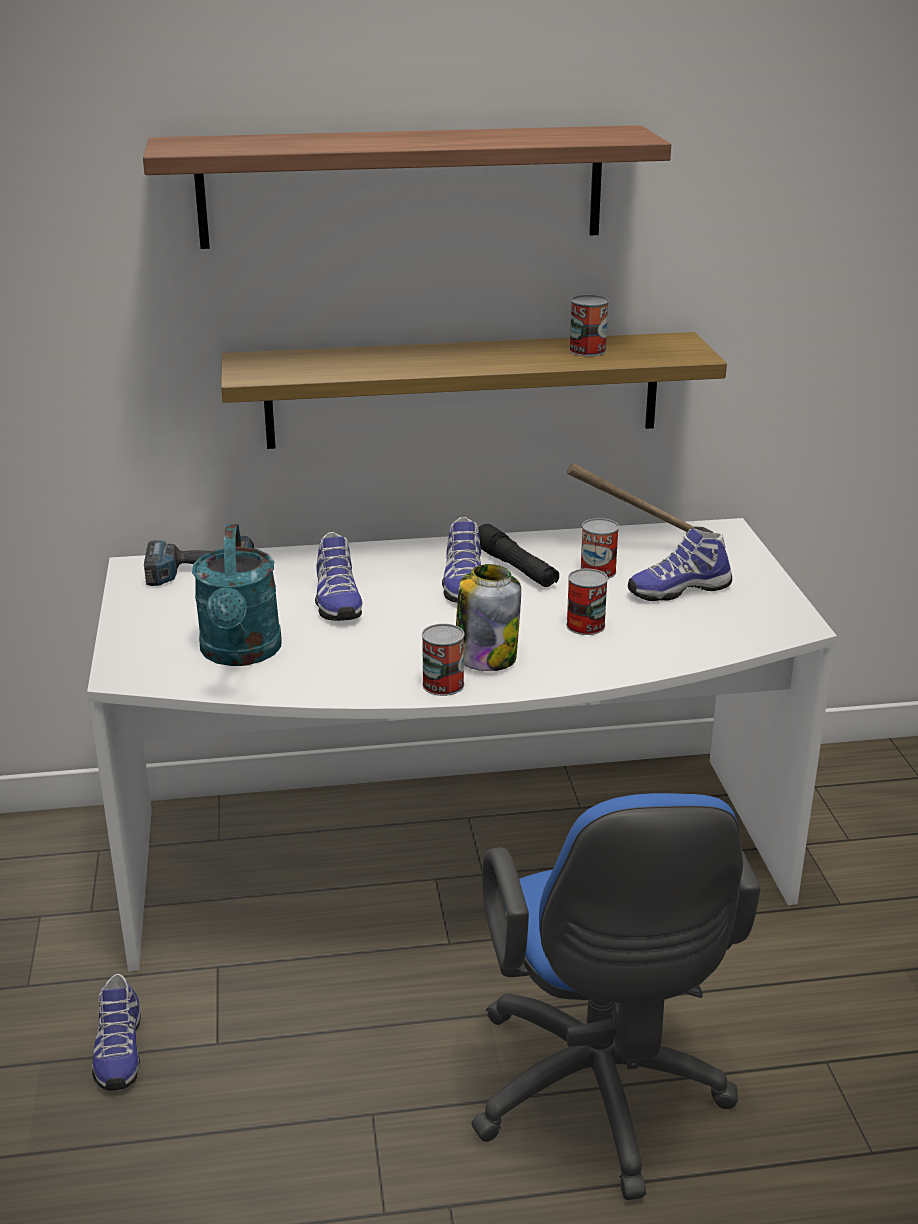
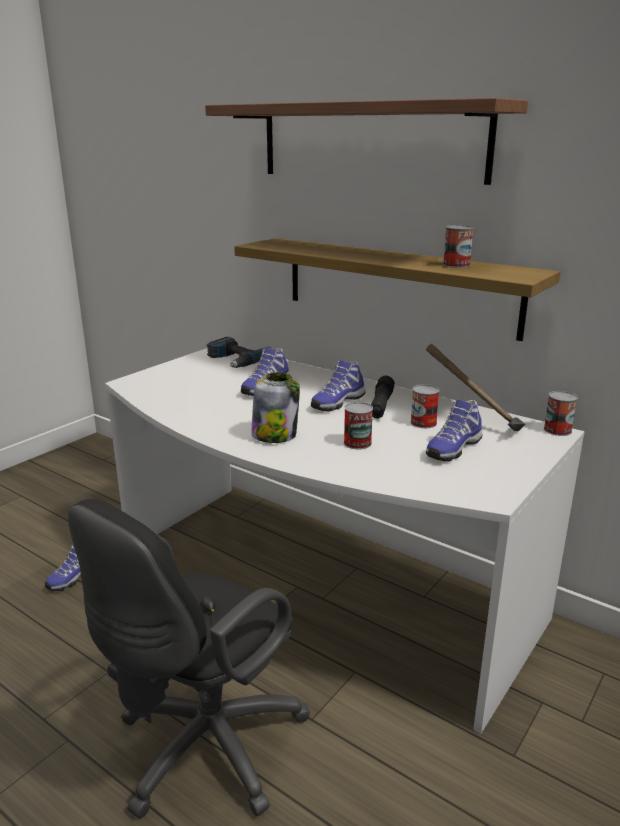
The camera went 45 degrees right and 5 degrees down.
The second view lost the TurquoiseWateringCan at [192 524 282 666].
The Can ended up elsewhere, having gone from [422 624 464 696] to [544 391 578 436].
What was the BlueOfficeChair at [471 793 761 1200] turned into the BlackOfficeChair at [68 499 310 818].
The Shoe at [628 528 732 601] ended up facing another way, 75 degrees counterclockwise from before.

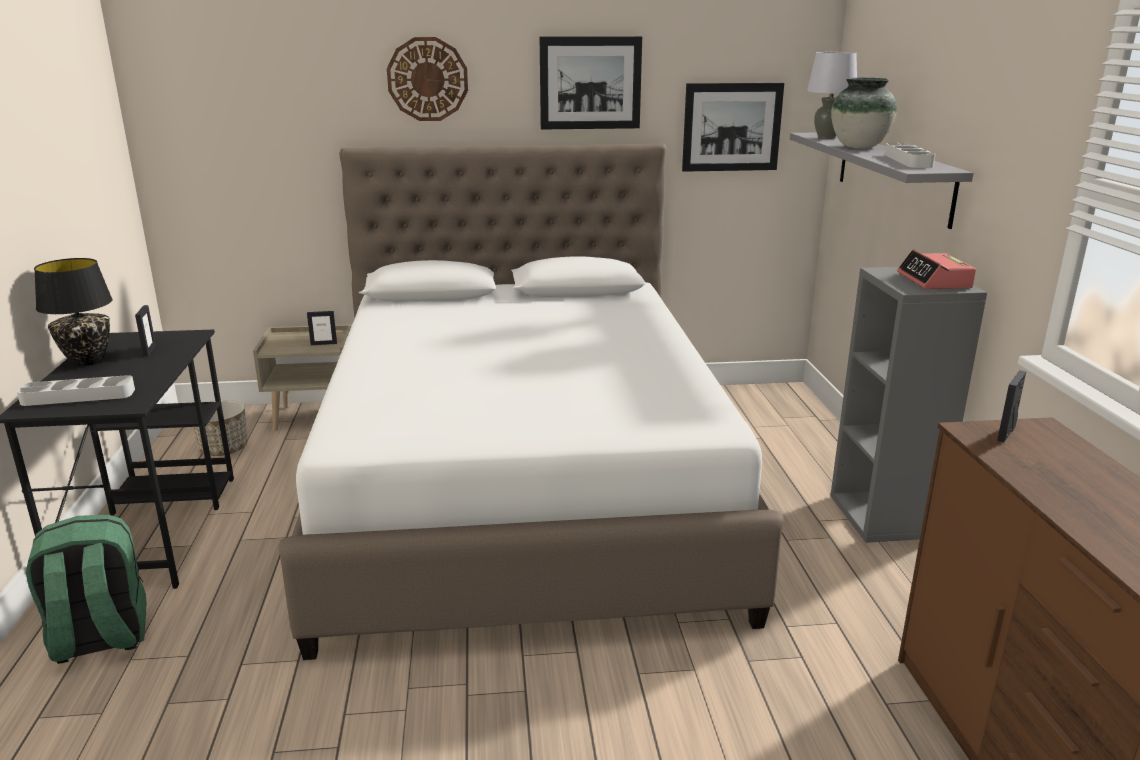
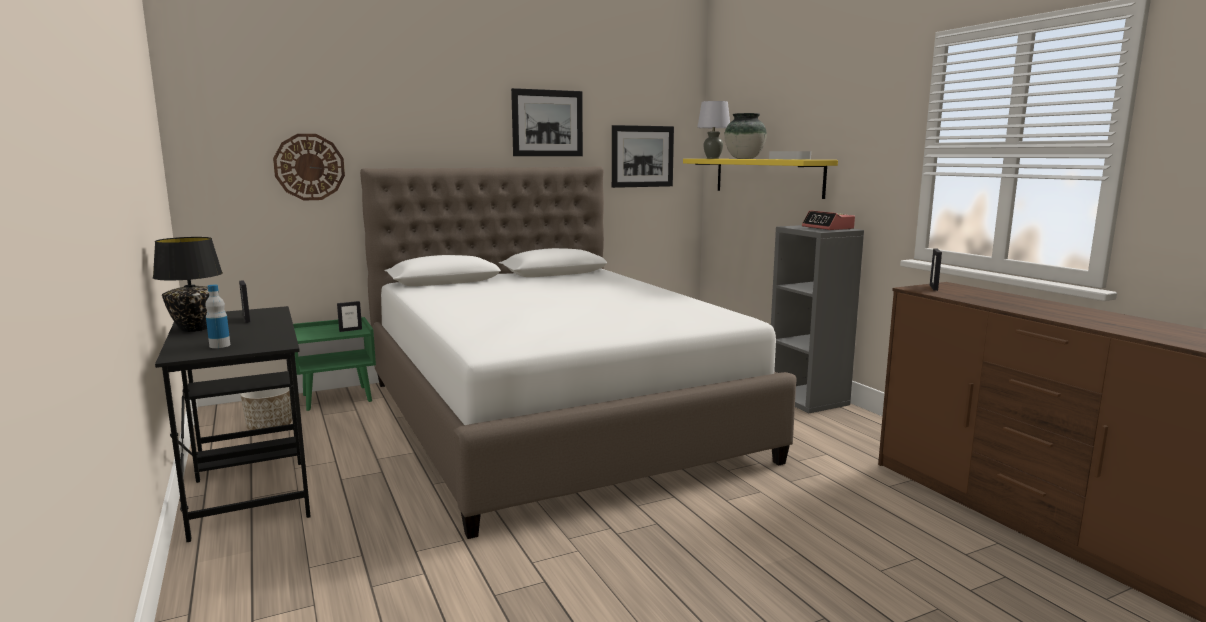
The camera went 20 degrees left and 10 degrees down.
The second view lost the GreenBackpack at [26 515 147 664].
The WallClock ended up elsewhere, having gone from [387 37 468 121] to [273 134 345 201].
Where the GreyTray stood at [17 375 135 406], the Bottle came to stand at [205 285 230 348].
What was the BeigeNightstand at [253 324 352 431] turned into the GreenNightstand at [293 317 376 411].
What was the GreyShelf at [790 133 974 229] turned into the YellowShelf at [683 159 838 199].

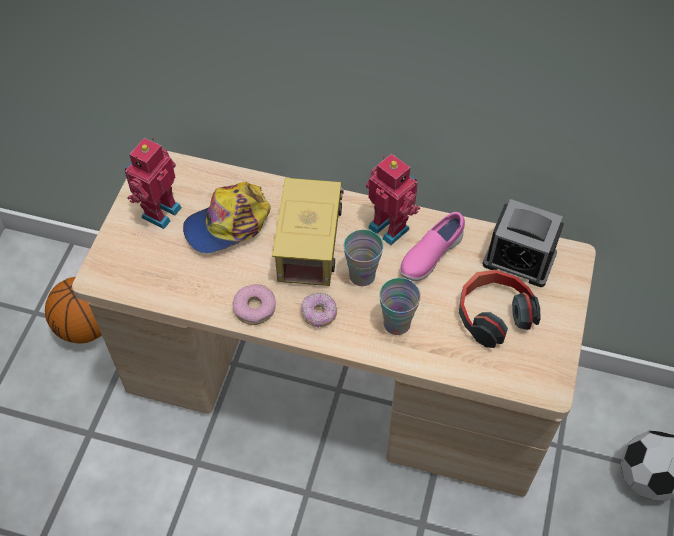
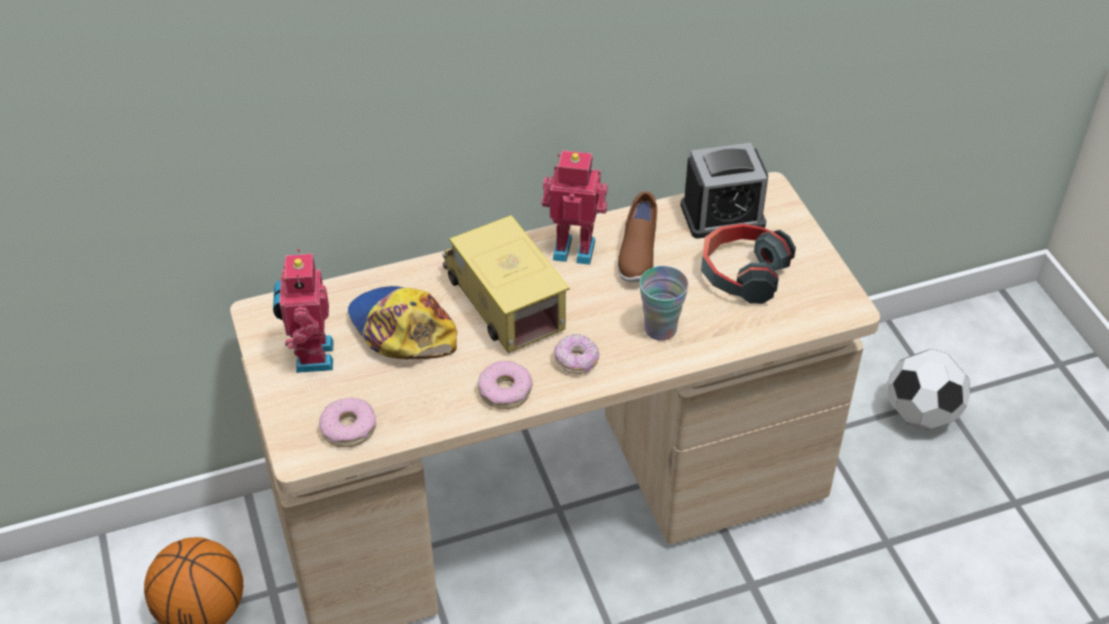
The camera went 35 degrees left and 10 degrees down.
The second view lost the Cup at [344 230 383 286].
The second view gained the Donut at [319 398 376 447].
What was the PinkShoe at [400 212 465 281] turned into the BrownShoe at [618 191 657 282].
The Cap at [183 182 270 253] ended up facing another way, 120 degrees clockwise from before.

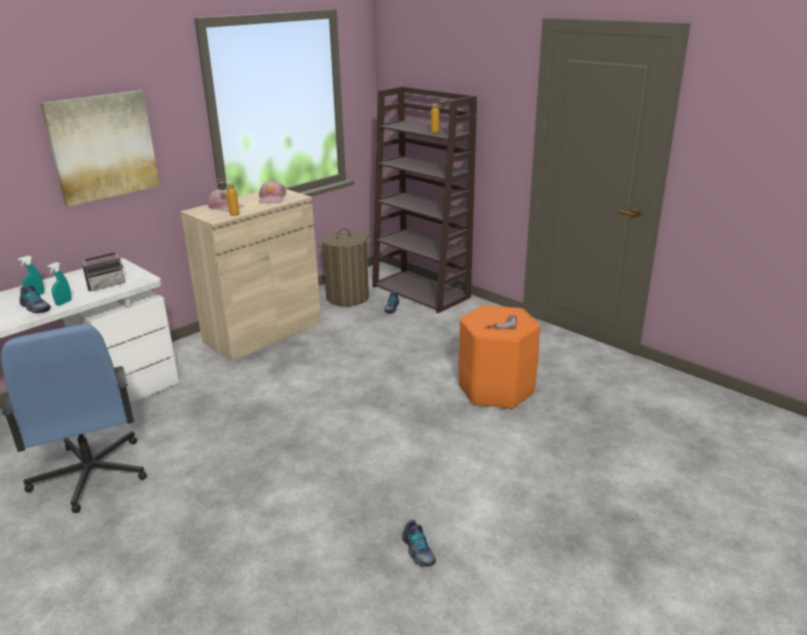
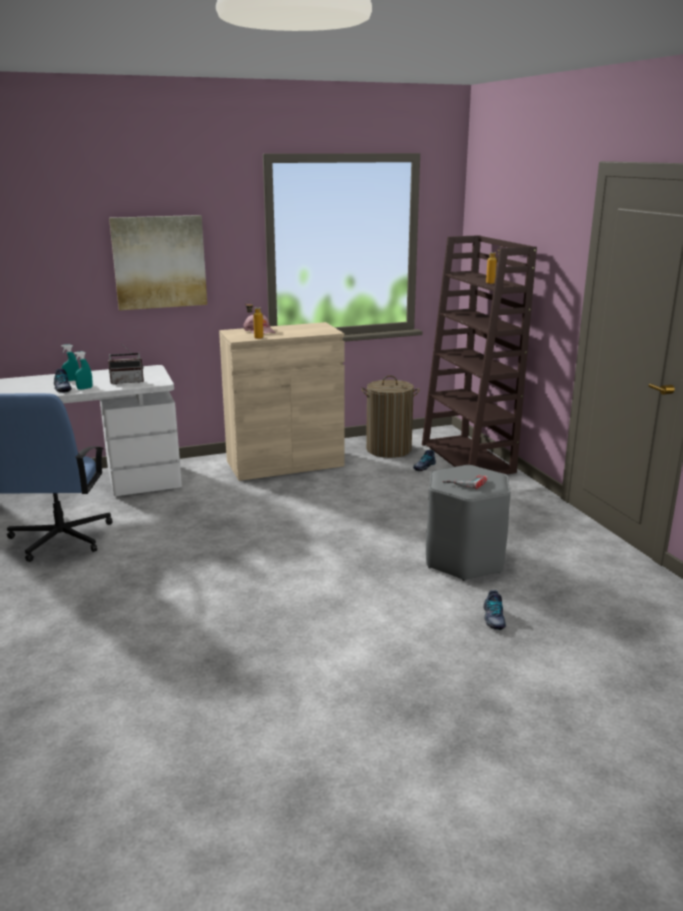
The camera went 25 degrees right and 5 degrees down.
The second view lost the PinkCap at [259 180 286 203].
The Shoe ended up elsewhere, having gone from [402 520 436 567] to [483 590 506 630].
What was the OrangeStool at [458 305 540 410] turned into the GreyStool at [426 465 511 581].

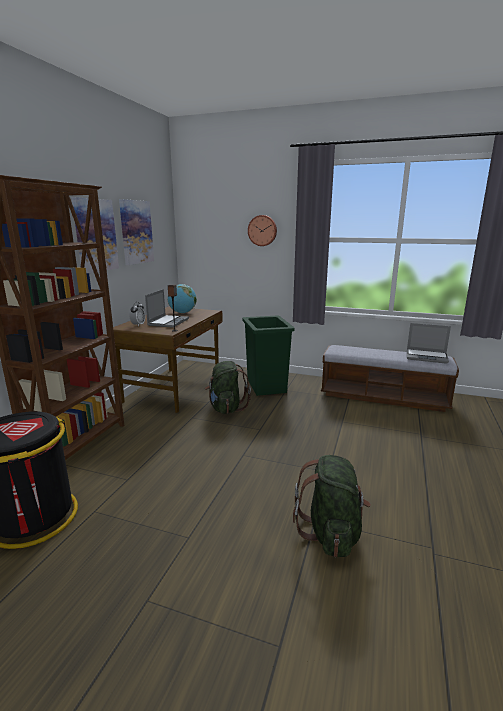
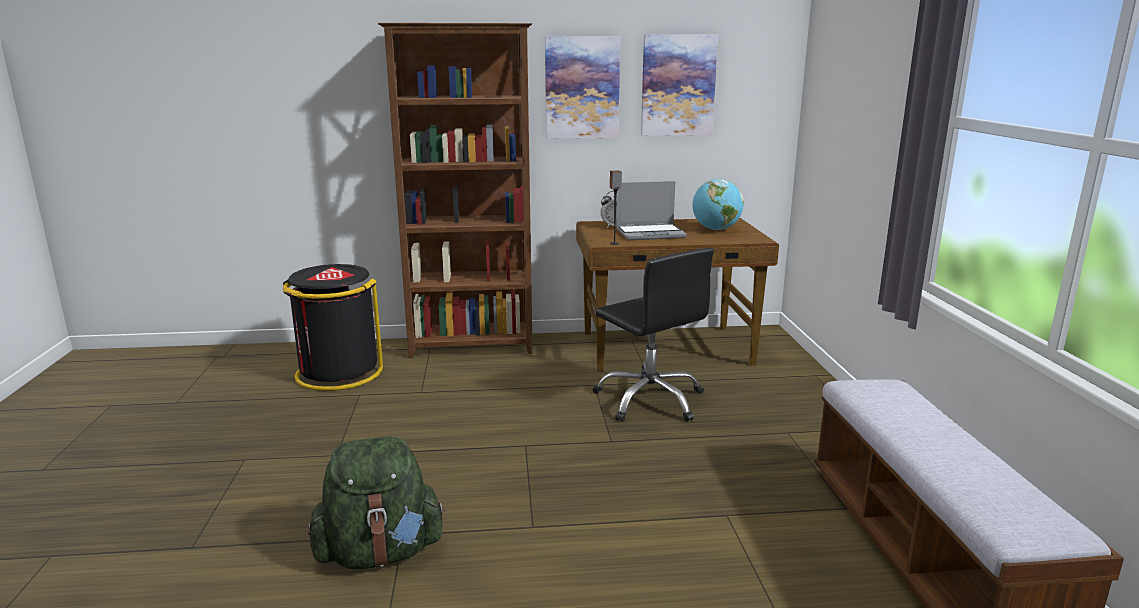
The camera went 65 degrees right and 0 degrees up.
The second view lost the GreenTrashCan at [242 316 295 396].
The second view lost the WallClock at [248 215 277 246].
The second view lost the Laptop at [407 323 451 364].
Where the GreenBackpack stood at [205 361 251 414], the BlackOfficeChair came to stand at [593 248 714 422].

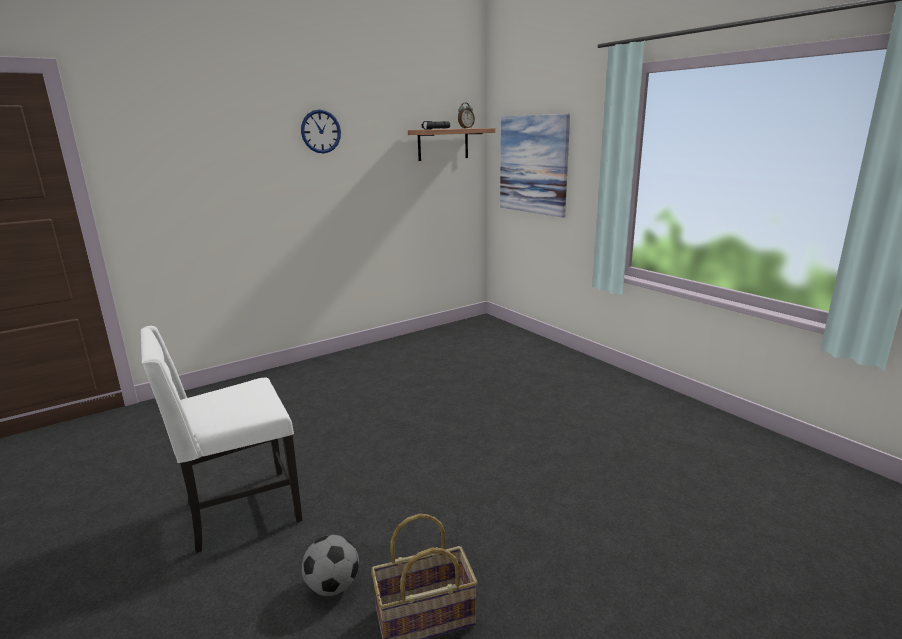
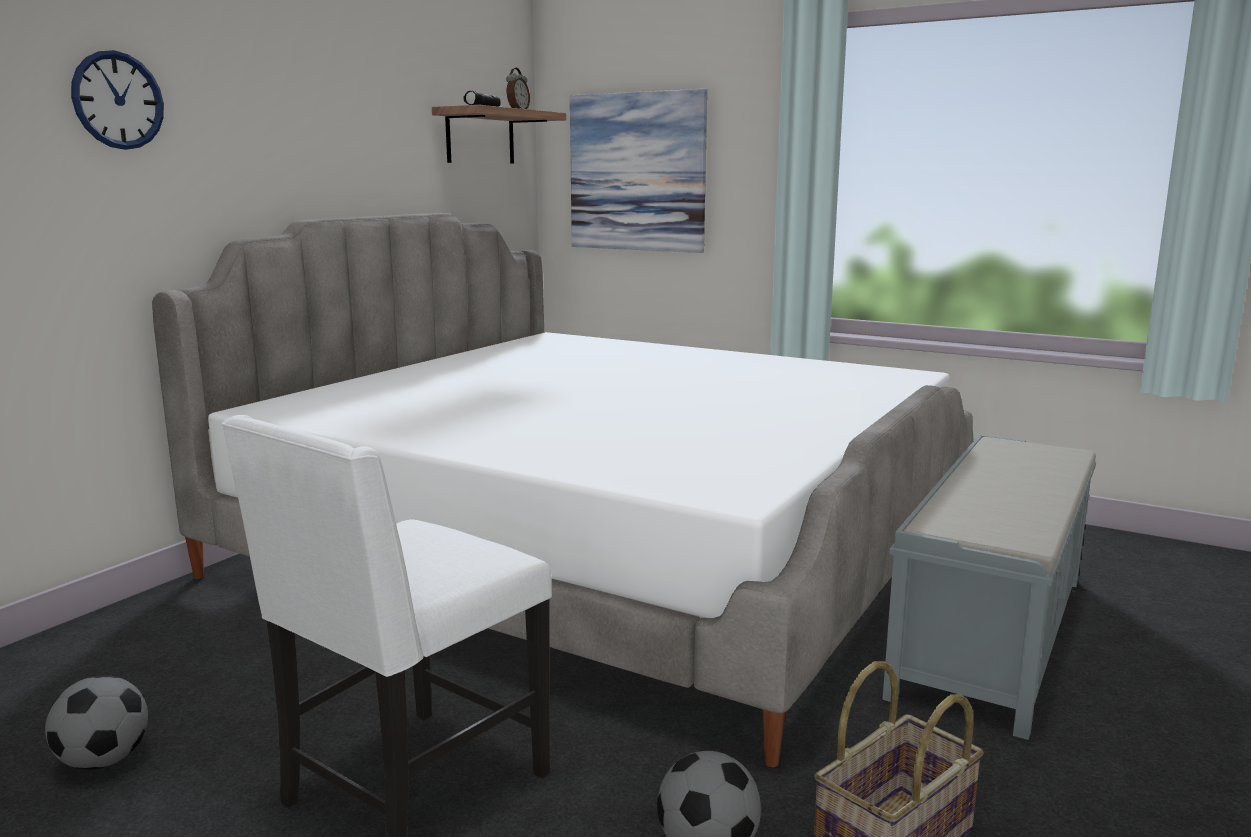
The camera went 25 degrees left and 5 degrees down.
The second view gained the Football at [45 675 148 770].
The second view gained the Bed at [152 213 974 767].
The second view gained the GreyBench at [883 434 1096 740].
The WallClock ended up elsewhere, having gone from [301 109 341 153] to [71 50 164 150].

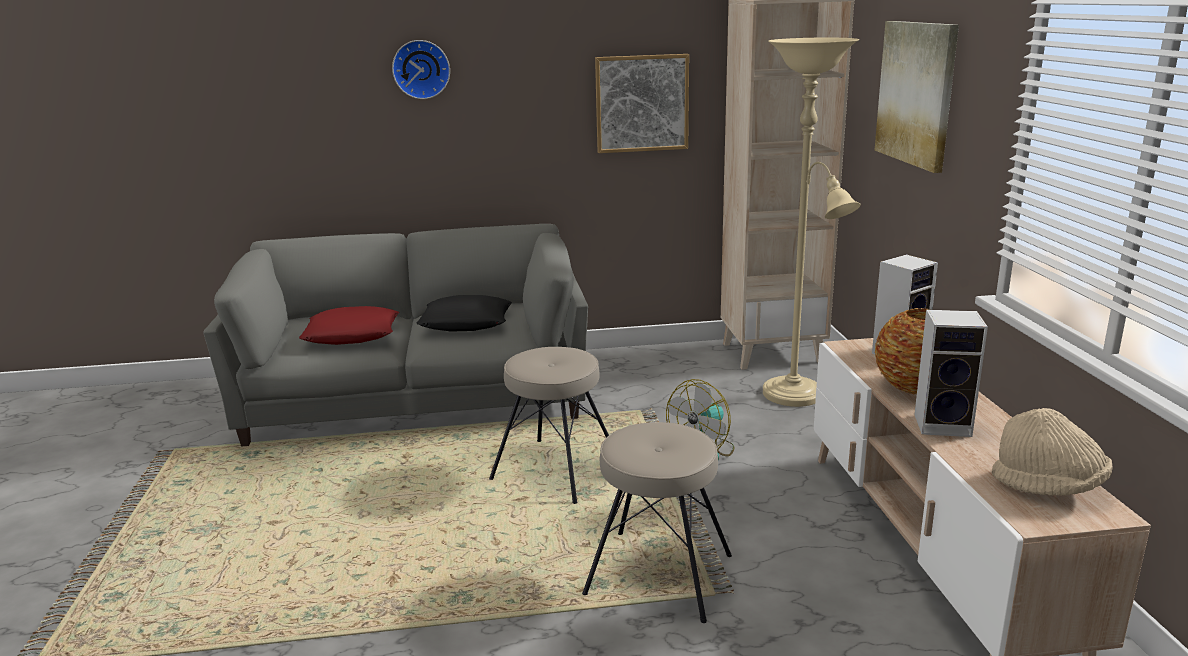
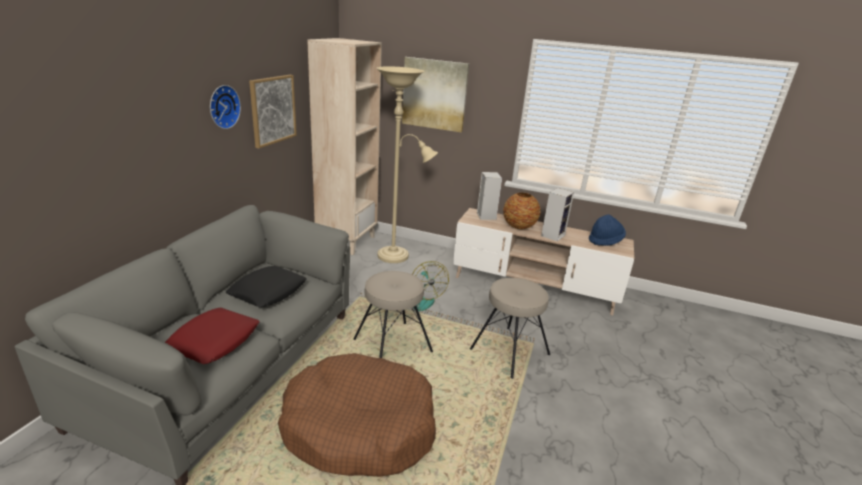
The camera went 65 degrees left and 5 degrees up.
The second view gained the BrownDogBed at [278 353 436 477].
The WallClock ended up elsewhere, having gone from [392 40 450 99] to [210 85 241 129].
What was the BeigeHat at [992 408 1113 496] turned into the BlueHat at [589 214 626 246].

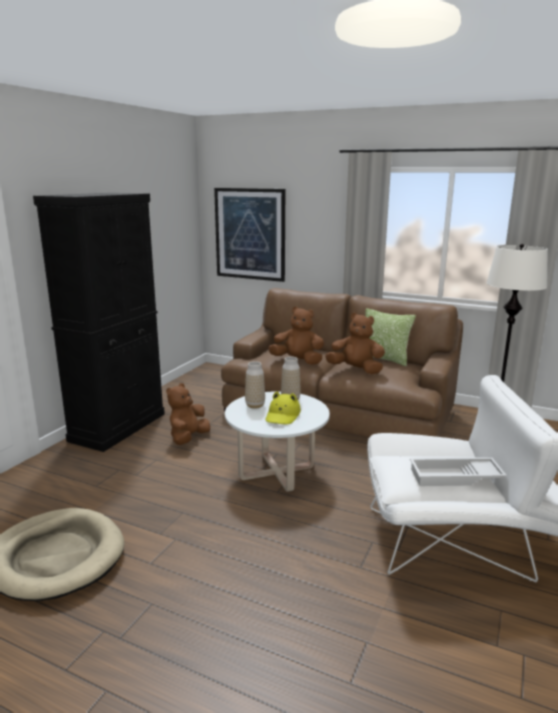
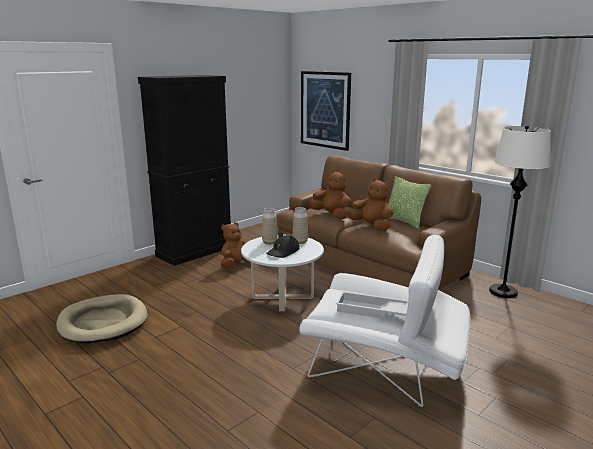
The camera went 20 degrees right and 0 degrees up.
What was the YellowHat at [265 391 301 424] turned into the BlackHat at [266 232 300 258].

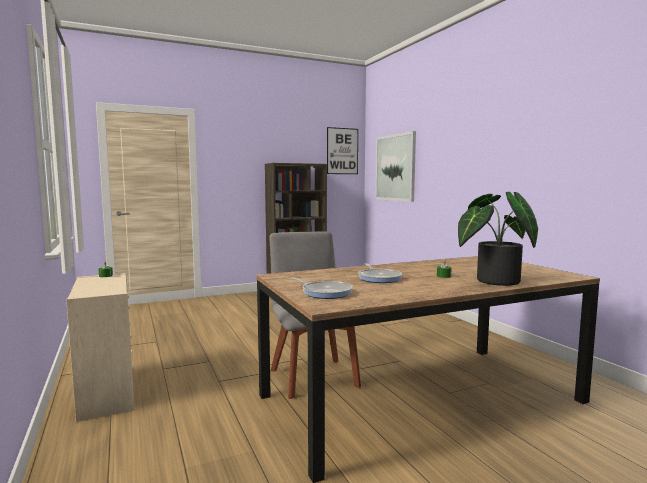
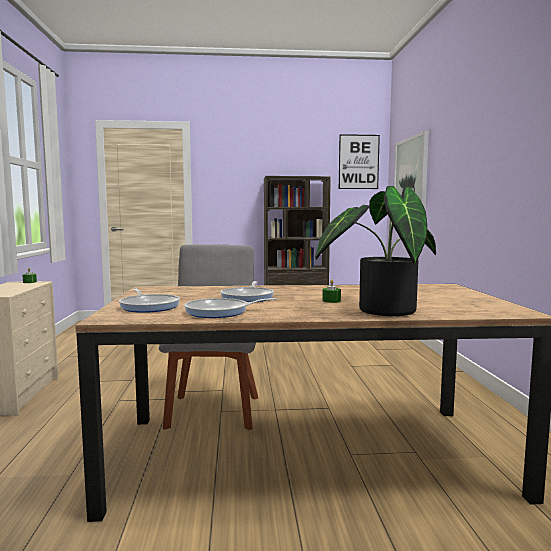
The camera went 20 degrees right and 0 degrees up.
The second view gained the FryingPan at [184 298 277 318].

